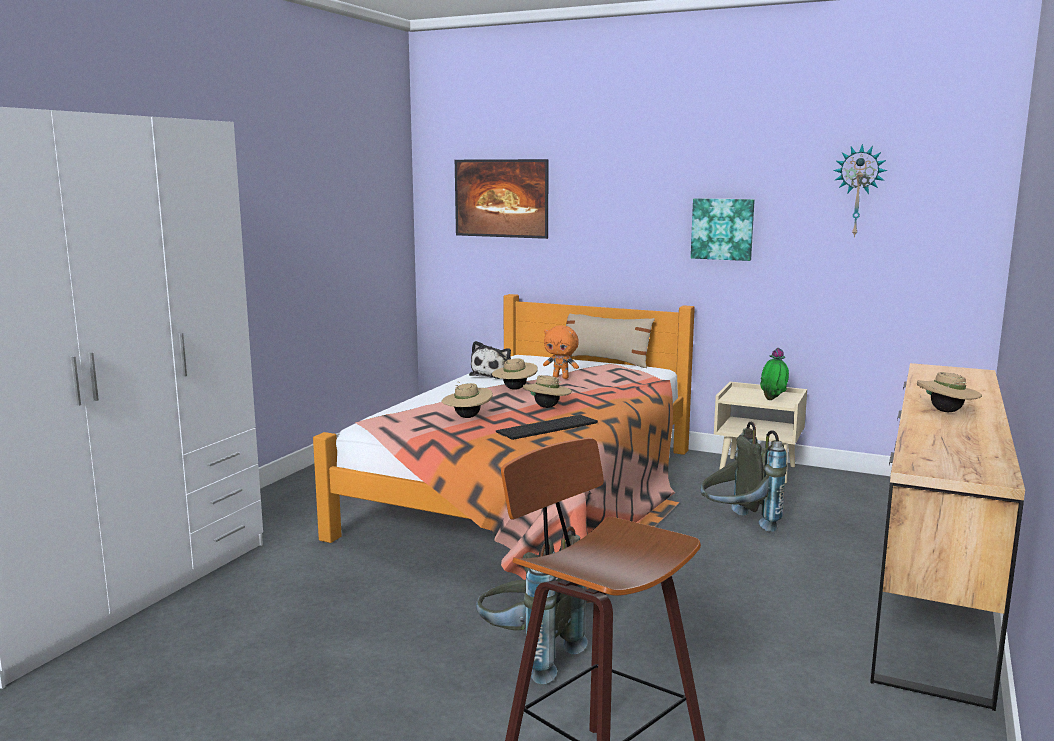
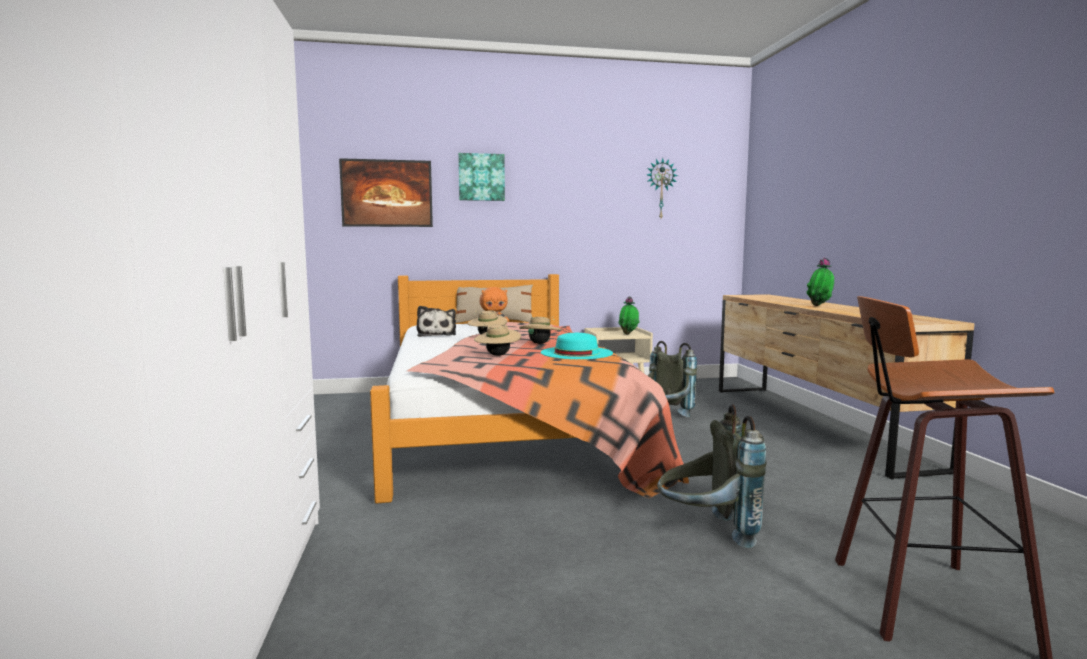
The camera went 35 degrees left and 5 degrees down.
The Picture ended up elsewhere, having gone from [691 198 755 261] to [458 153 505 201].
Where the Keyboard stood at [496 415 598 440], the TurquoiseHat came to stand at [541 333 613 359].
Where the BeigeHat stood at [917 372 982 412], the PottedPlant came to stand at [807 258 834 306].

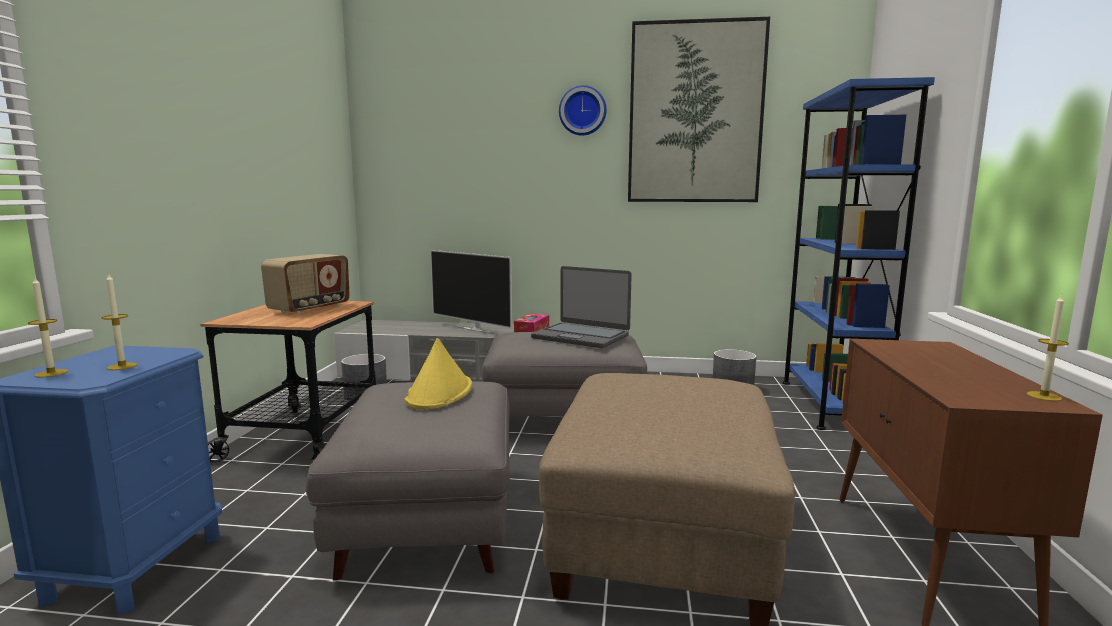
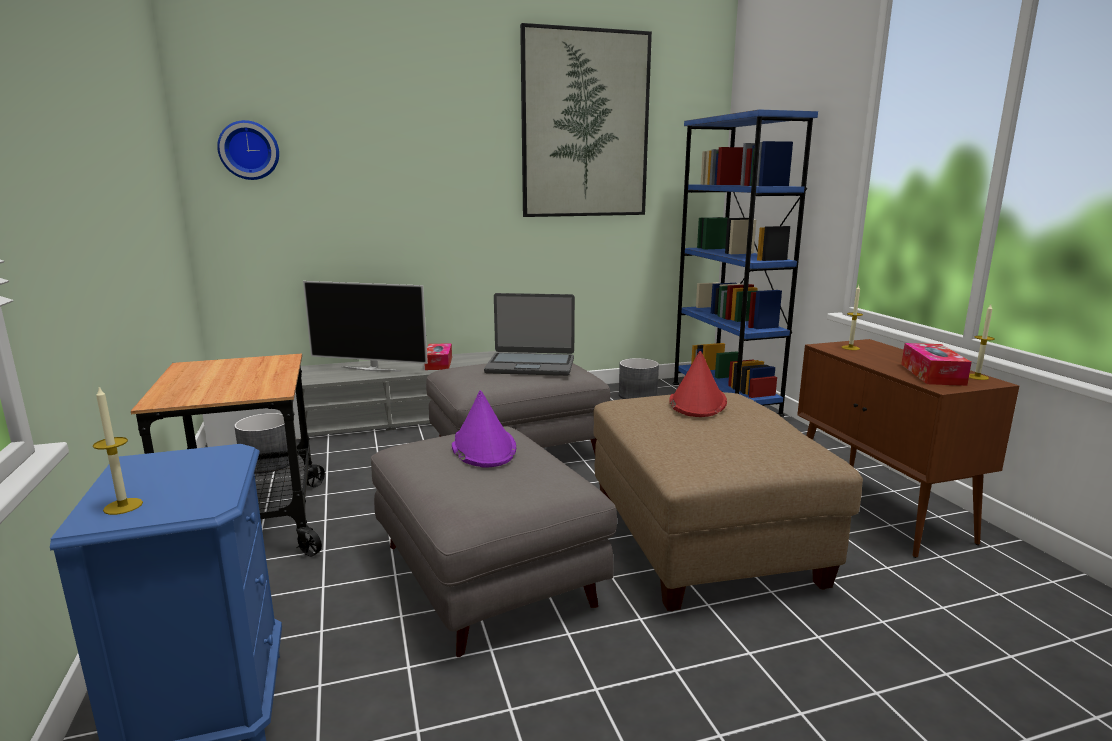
The camera went 25 degrees left and 5 degrees up.
The second view lost the Radio at [261 254 350 314].
The second view gained the RedHat at [669 351 727 417].
The second view gained the TissueBox at [901 343 972 386].
The Candle ended up elsewhere, having gone from [101 273 137 370] to [842 285 863 350].
The WallClock ended up elsewhere, having gone from [559 85 606 136] to [217 120 279 180].
What was the YellowHat at [404 338 472 410] turned into the PurpleHat at [452 390 516 467].

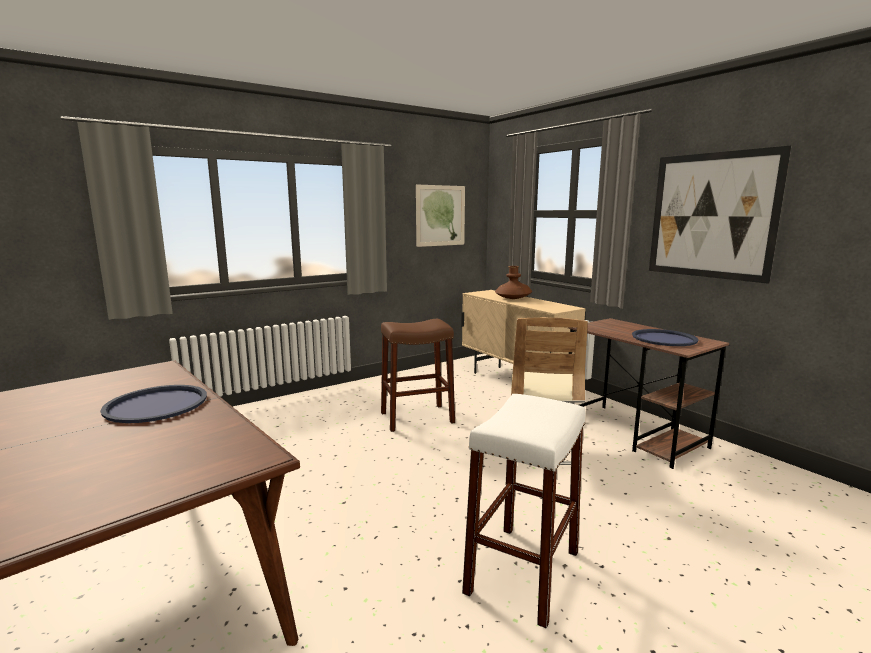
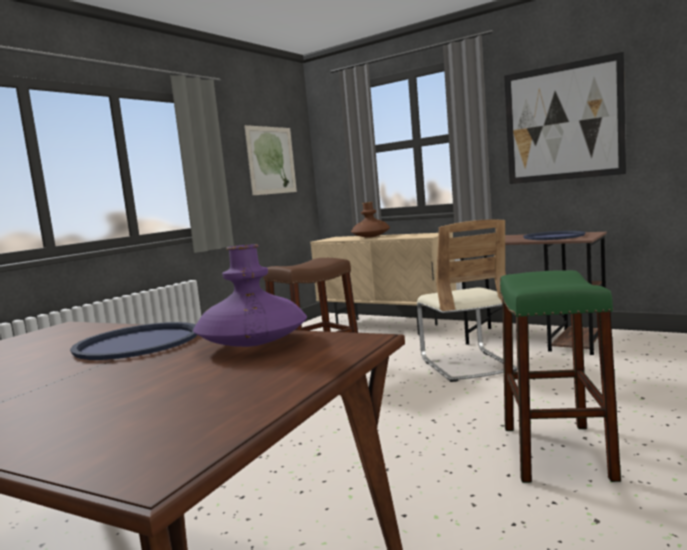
The camera went 20 degrees left and 5 degrees down.
The second view gained the PurpleVase at [193 244 307 347].
What was the WhiteStool at [462 394 586 629] turned into the GreenStool at [500 270 621 483].

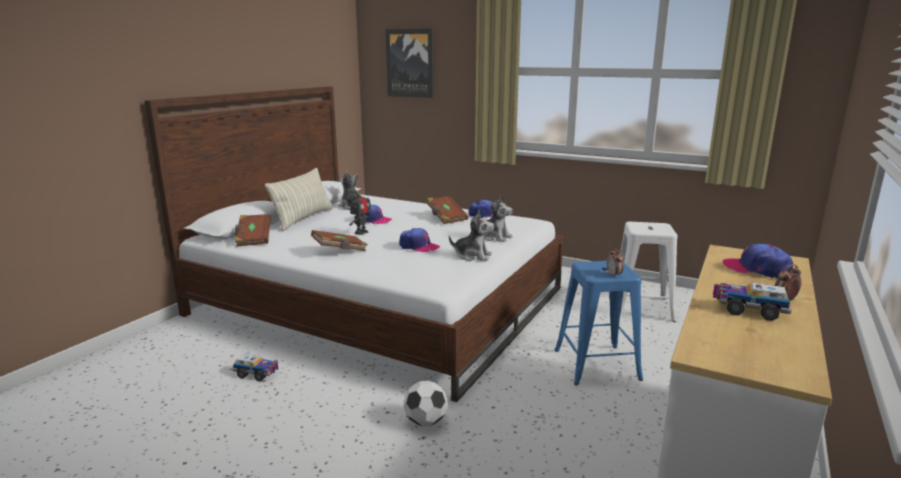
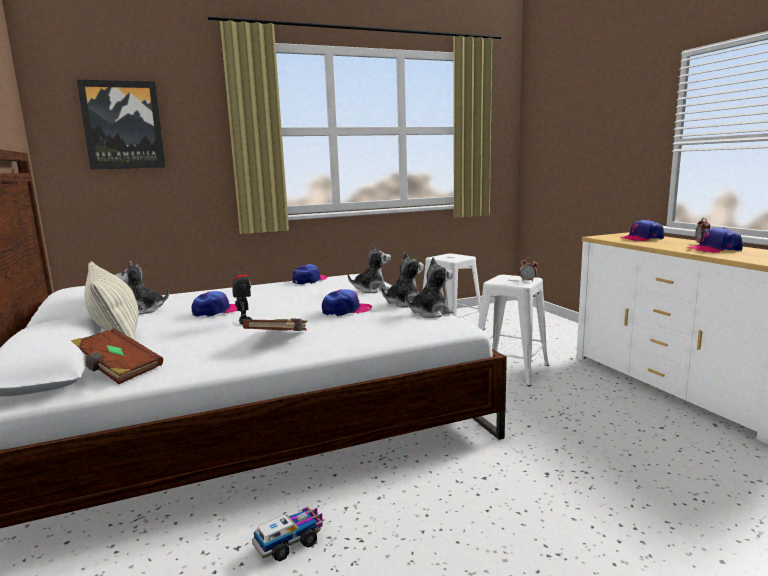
The camera went 50 degrees left and 5 degrees down.
The second view lost the Football at [404 381 448 427].
The second view lost the BrownBook at [427 196 468 224].
The second view gained the PlushToy at [405 258 454 318].
Where the ToyTruck stood at [713 282 792 321], the Cap came to stand at [686 227 743 253].
What was the BlueStool at [554 261 643 385] turned into the WhiteStool at [478 275 549 386].

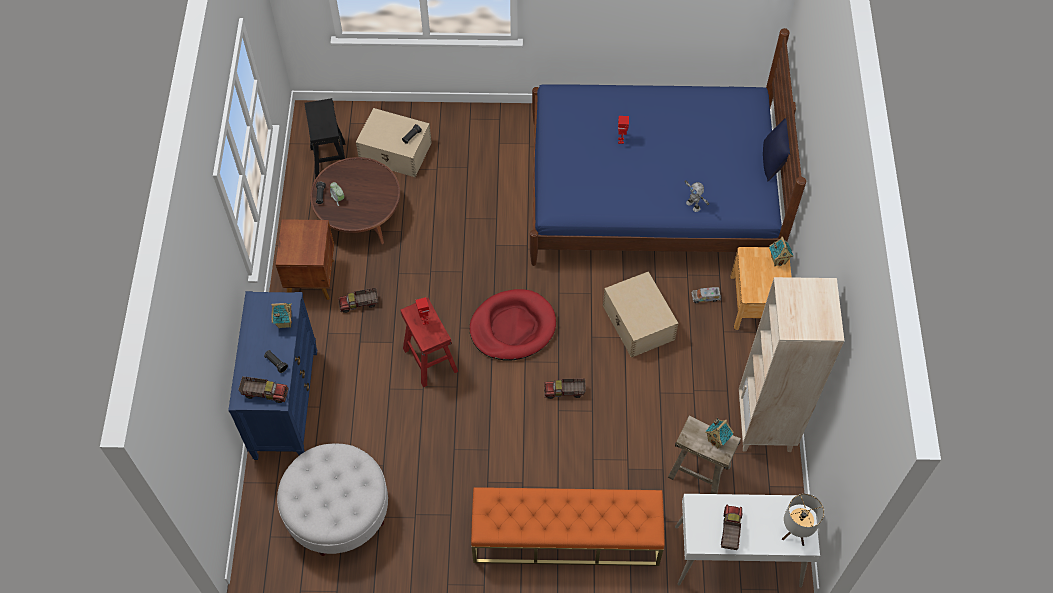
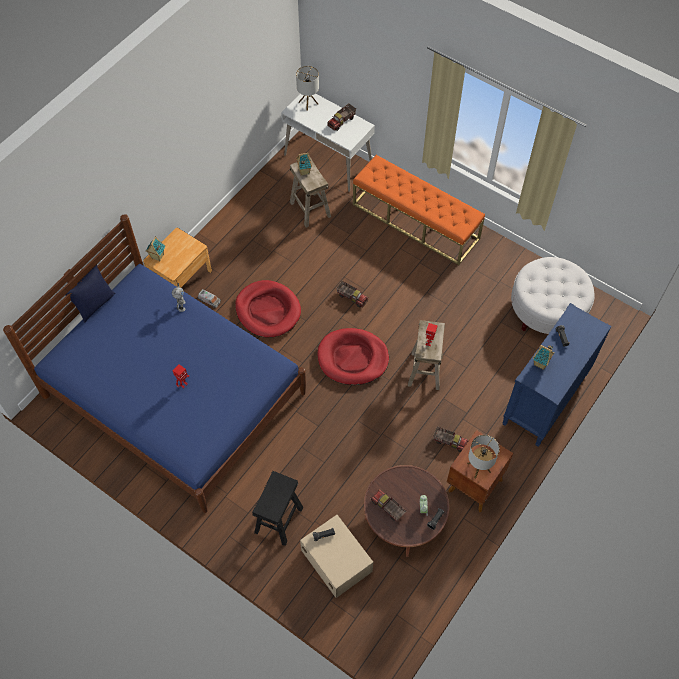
The camera went 145 degrees left and 0 degrees up.
The second view lost the BeigeBookcase at [739 277 844 452].
The second view gained the TableLamp at [467 435 500 478].
The ToyTruck ended up elsewhere, having gone from [238 376 288 403] to [370 489 407 522].
The BlackStool ended up elsewhere, having gone from [304 98 345 179] to [252 471 303 546].
Where the BeigeStorageBox stood at [603 271 678 358], the RedDogBed came to stand at [235 280 301 338].
What was the RedStool at [400 298 458 387] turned into the BeigeStool at [408 320 445 390].

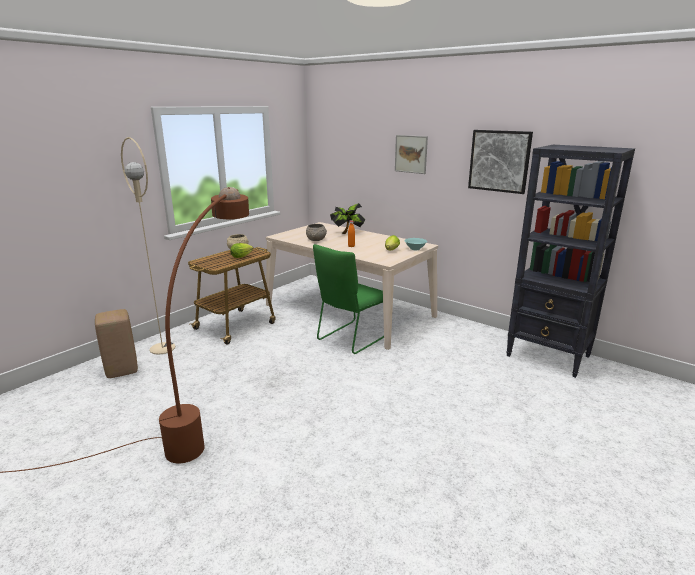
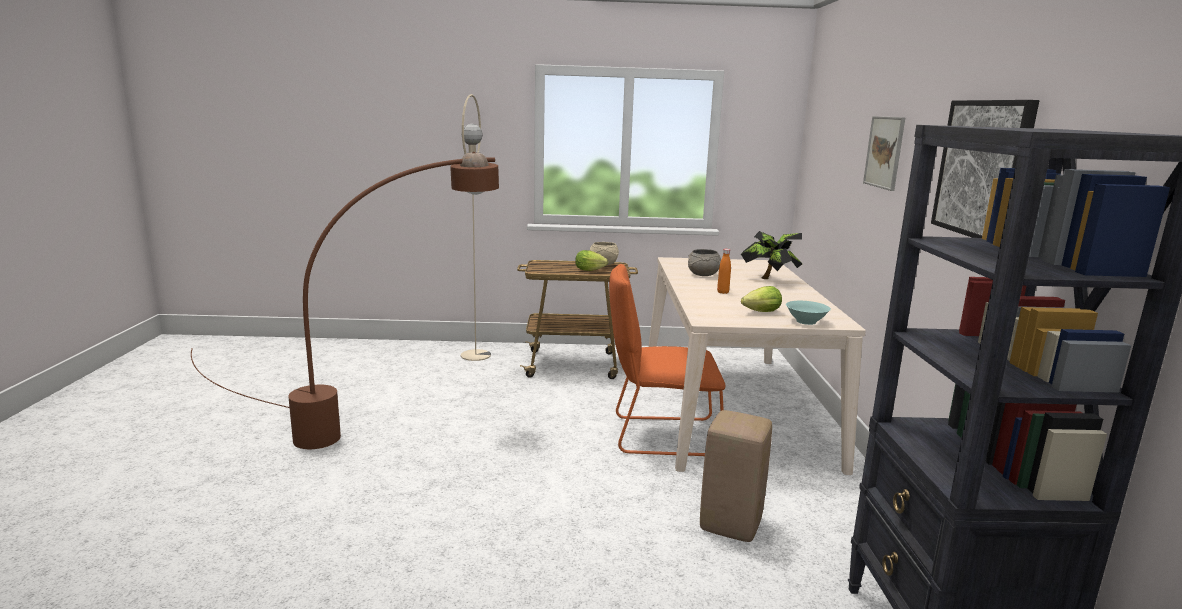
The camera went 50 degrees right and 5 degrees down.
The BeigeStool ended up elsewhere, having gone from [95 309 138 378] to [700 410 772 542].
What was the GreenChair at [313 244 384 354] turned into the OrangeChair at [609 264 725 456].

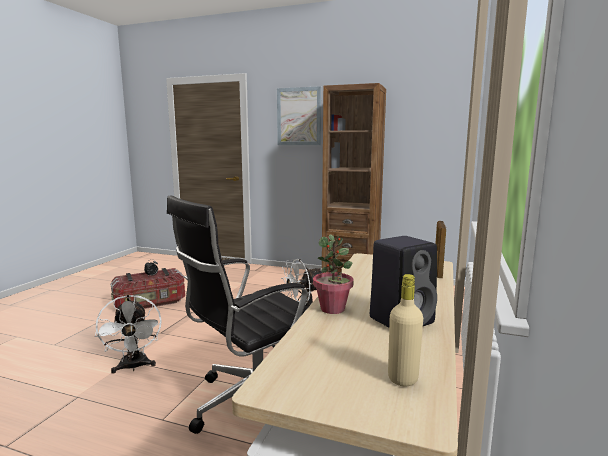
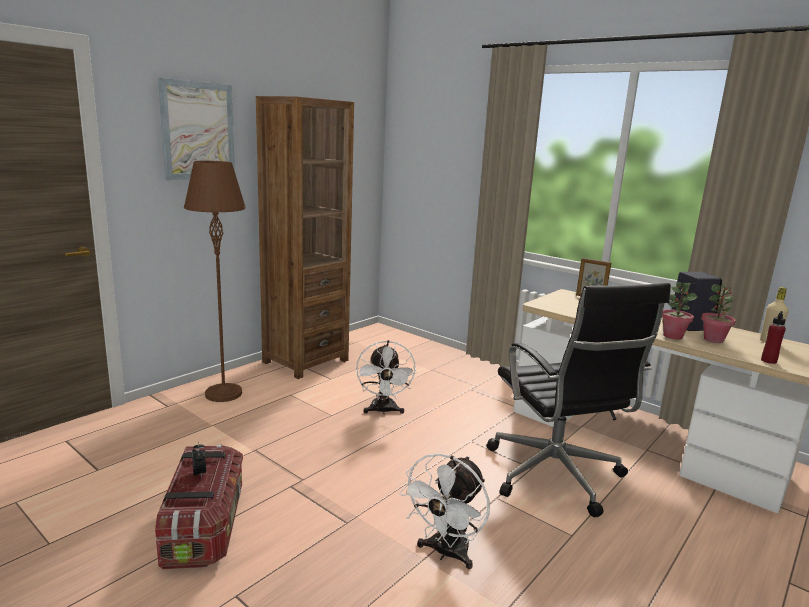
The camera went 70 degrees left and 5 degrees up.
The second view gained the BrownFloorLamp at [184 161 246 402].
The second view gained the PottedPlant at [701 284 736 343].
The second view gained the RedBottle at [761 311 786 364].
The WhiteFan at [95 295 162 374] ended up facing another way, 120 degrees clockwise from before.

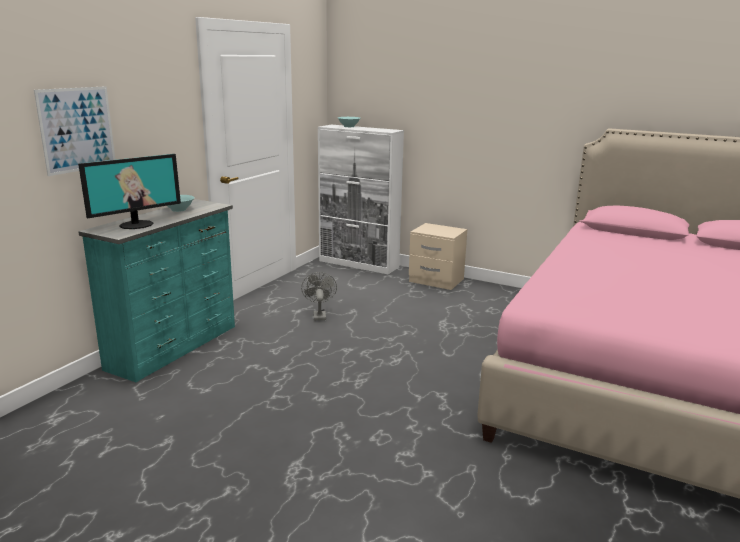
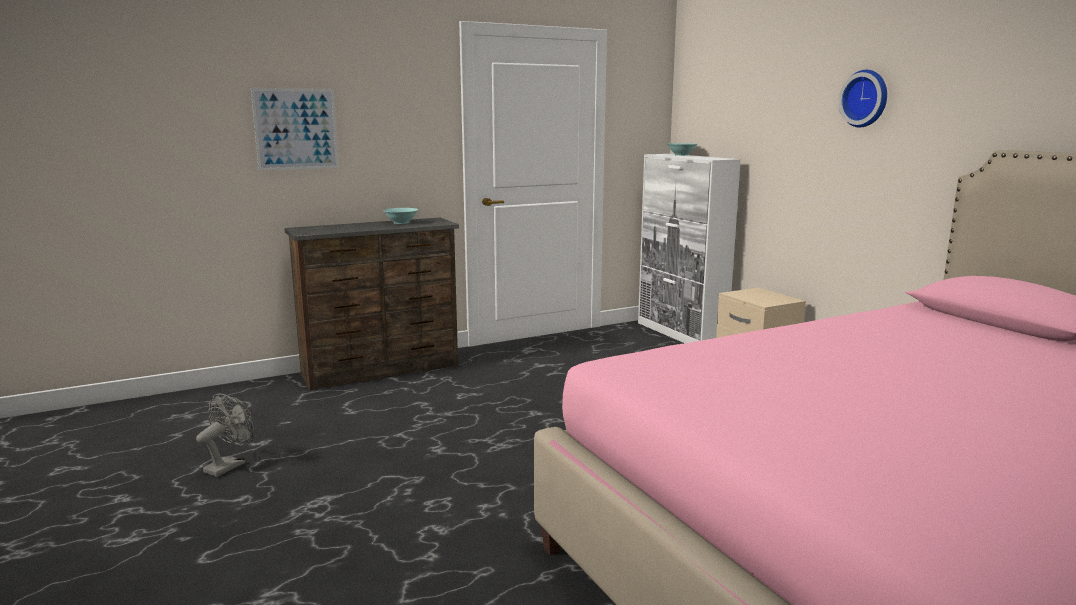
The camera went 35 degrees right and 5 degrees down.
The second view lost the Monitor at [78 154 181 229].
The second view gained the WallClock at [838 70 887 127].
The GreyFan ended up elsewhere, having gone from [301 272 337 320] to [196 394 254 477].
What was the TurquoiseDresser at [78 199 235 382] turned into the BrownDresser at [284 217 459 390].

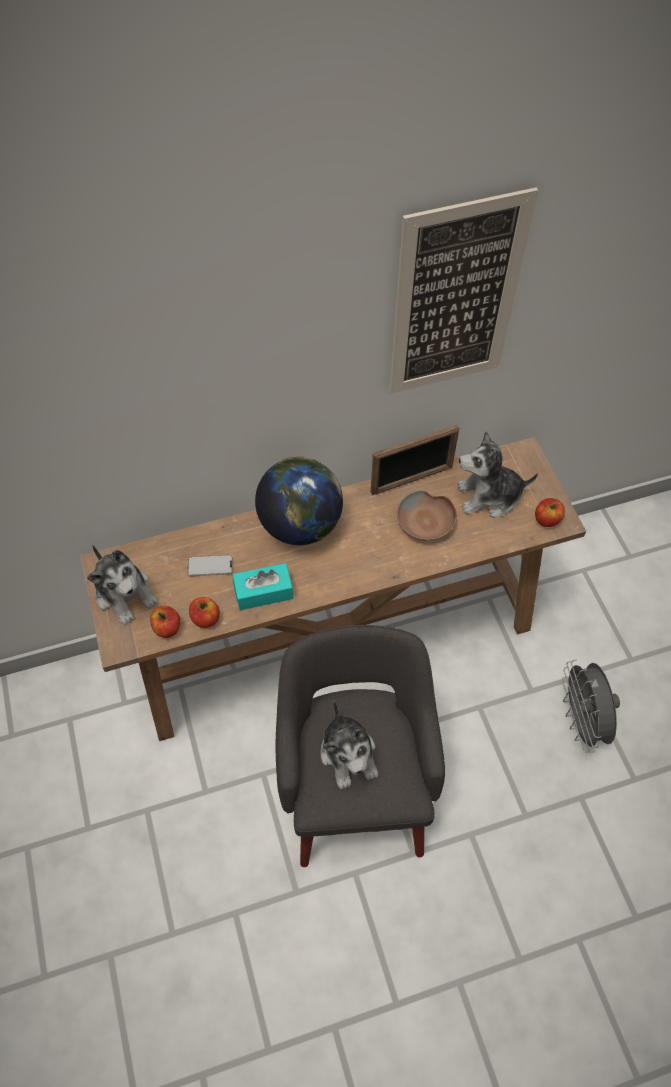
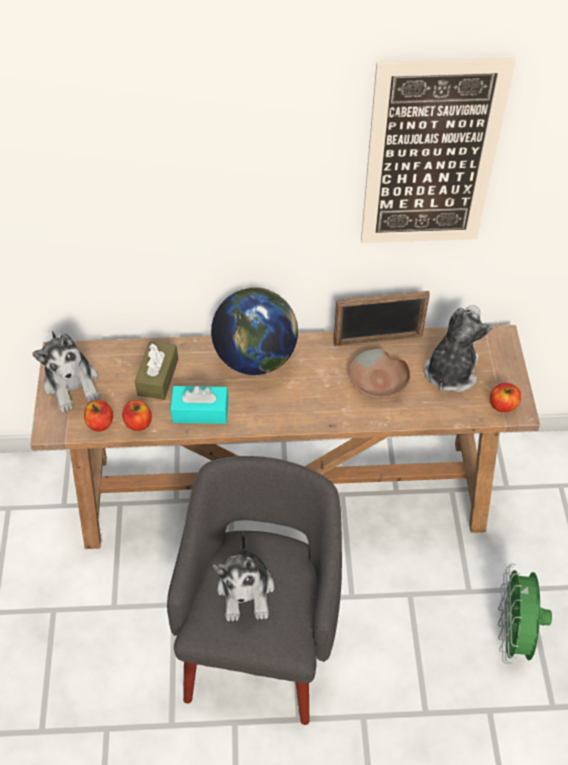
The camera went 15 degrees right and 5 degrees down.
Where the Phone stood at [188 555 232 576], the BrownTissueBox came to stand at [135 341 178 400].
What was the GreyFan at [562 660 620 753] turned into the GreenFan at [498 564 552 665].
The PlushToy at [457 431 538 518] ended up facing another way, 105 degrees clockwise from before.

